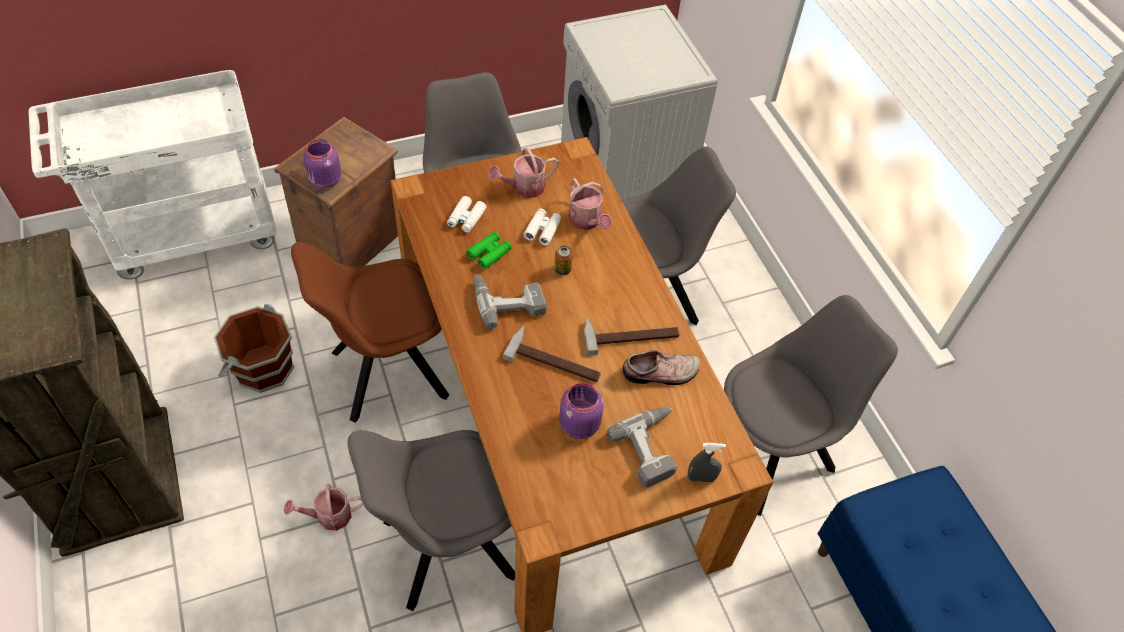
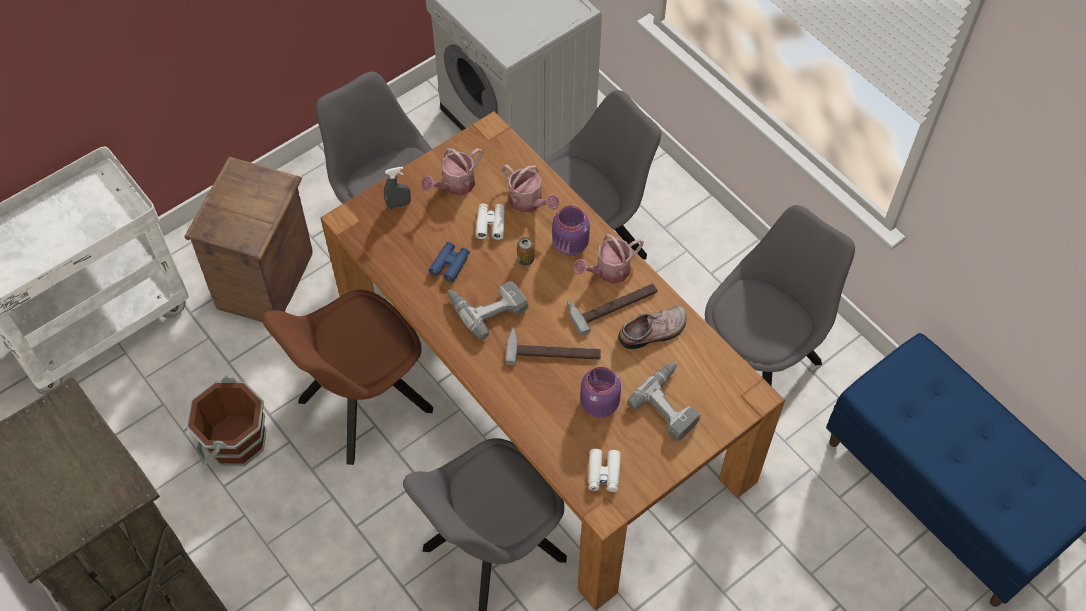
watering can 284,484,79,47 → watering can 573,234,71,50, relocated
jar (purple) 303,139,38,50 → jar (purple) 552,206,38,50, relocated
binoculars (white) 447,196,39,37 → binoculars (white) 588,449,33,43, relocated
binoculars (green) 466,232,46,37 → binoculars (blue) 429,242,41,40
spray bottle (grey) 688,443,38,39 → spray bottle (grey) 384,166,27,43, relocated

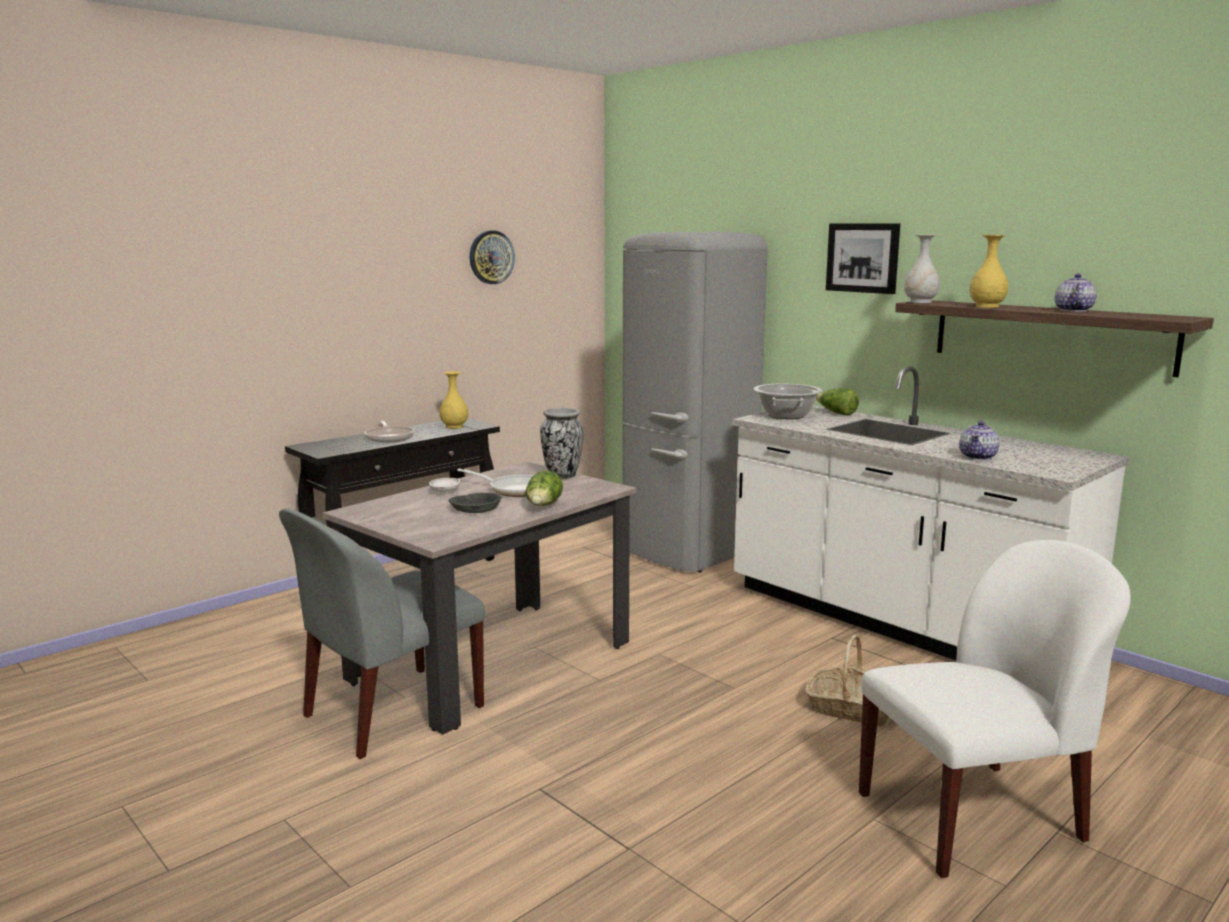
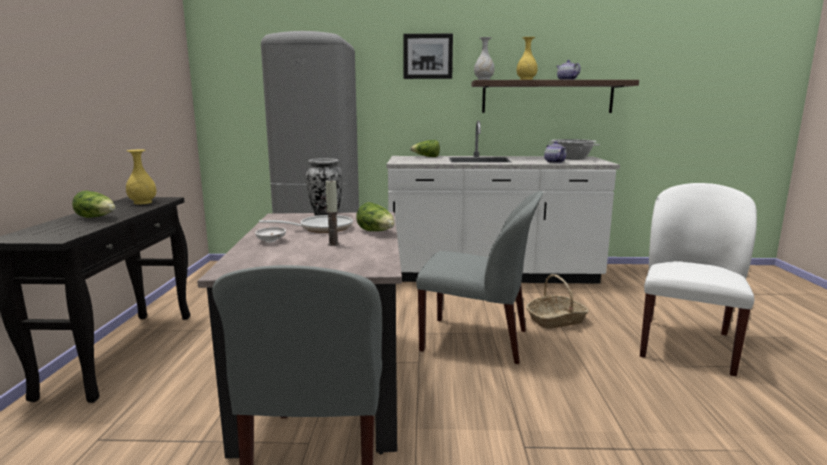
frying pan 365,421,49,22 → lettuce 72,191,43,27
bowl (grey) 448,493,54,20 → candle 326,179,13,67
wall clock 470,230,45,54 → -
cooking pot 753,384,70,35 → cooking pot 548,139,52,20, relocated
- → chair (grey) 416,191,127,173

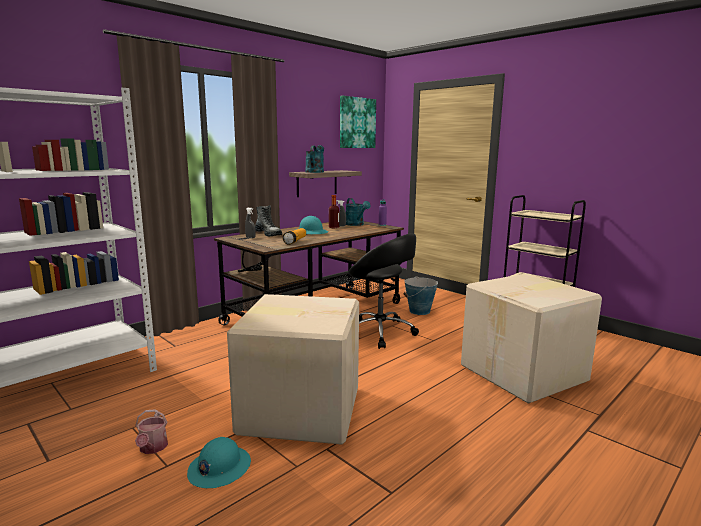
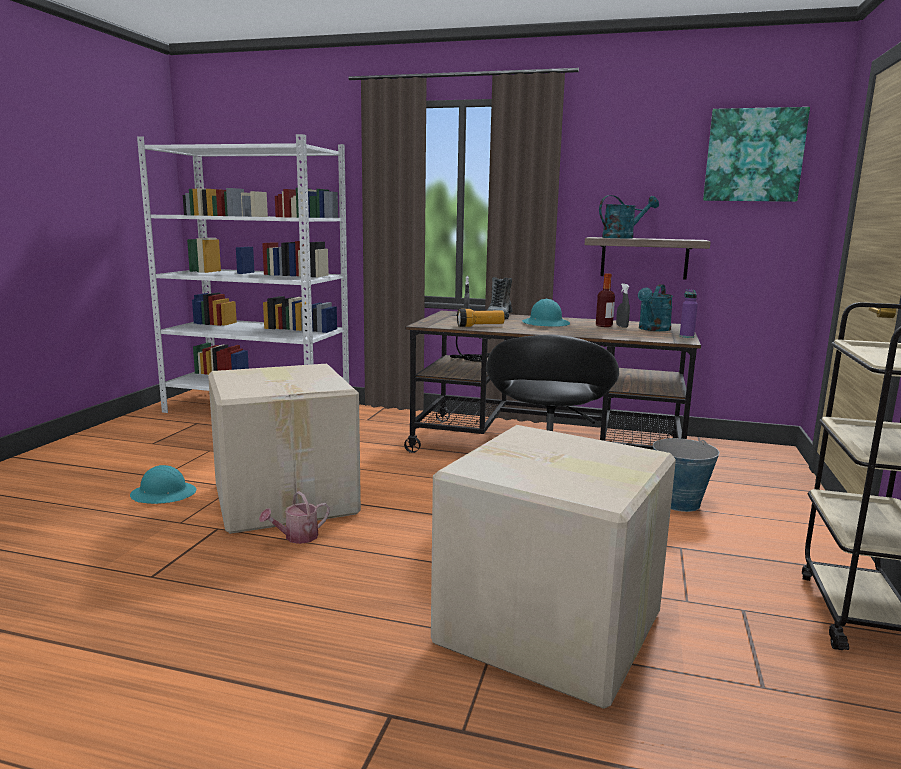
watering can 135,410,33,44 → watering can 259,491,71,53, relocated

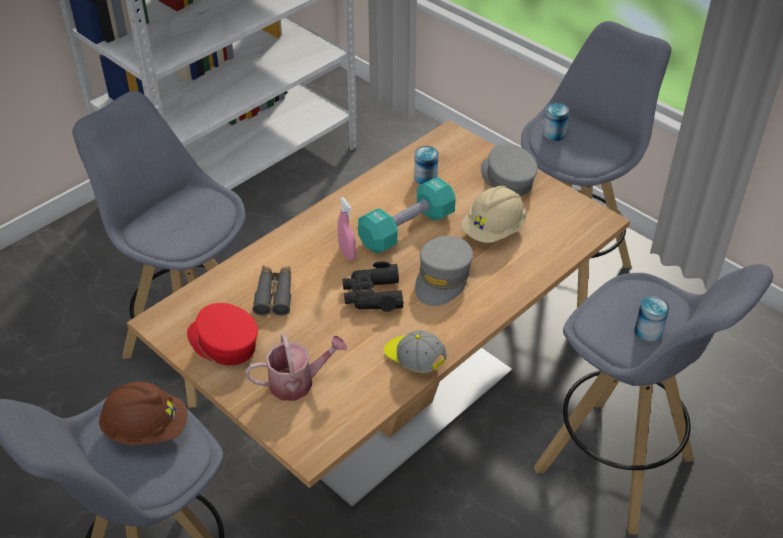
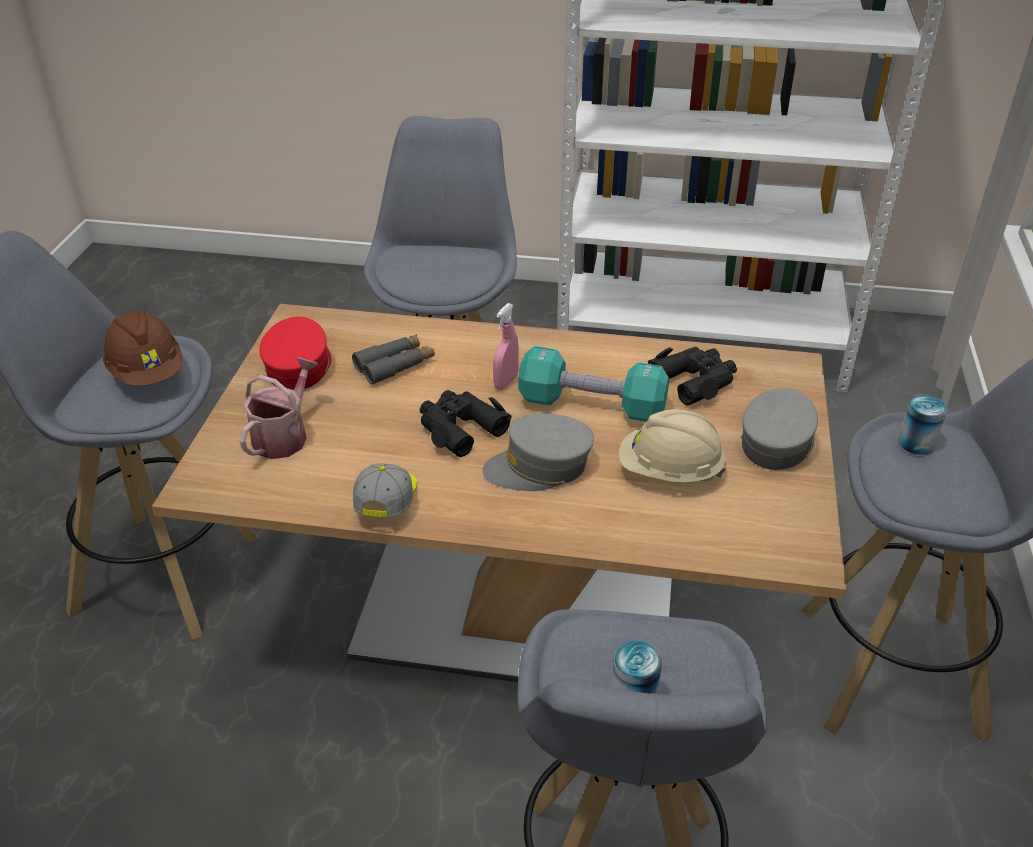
watering can 245,333,102,68 → watering can 240,357,79,102, 105 degrees counterclockwise
can 414,146,24,39 → binoculars (black) 648,347,89,59

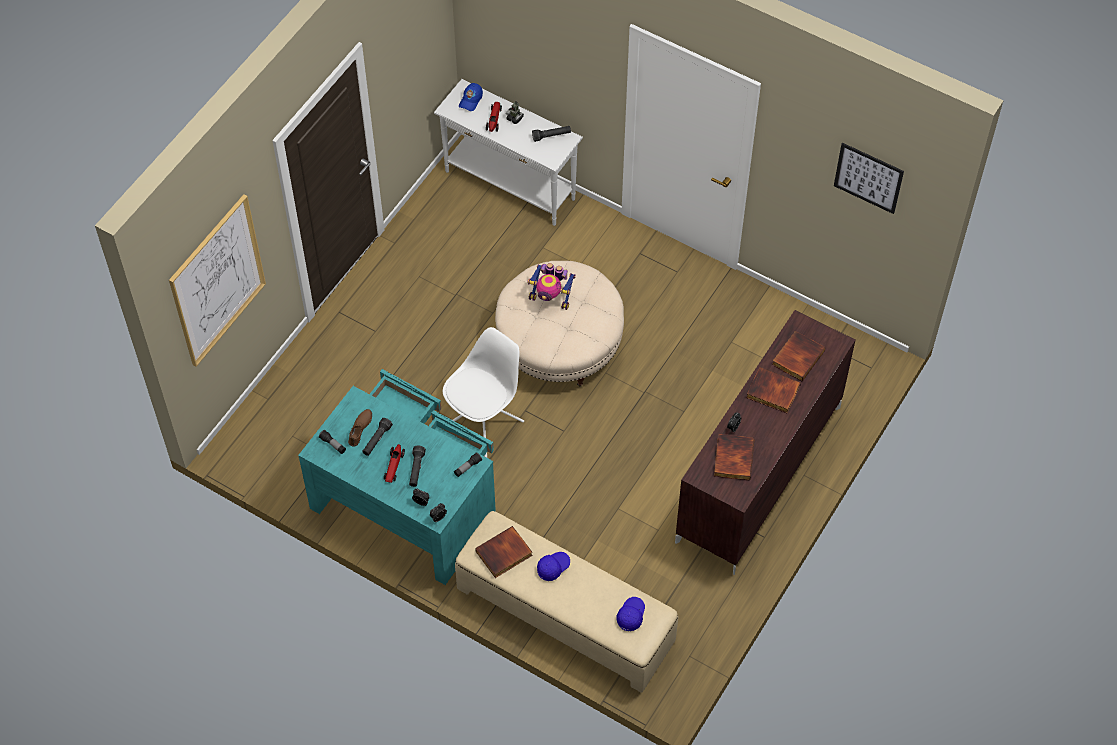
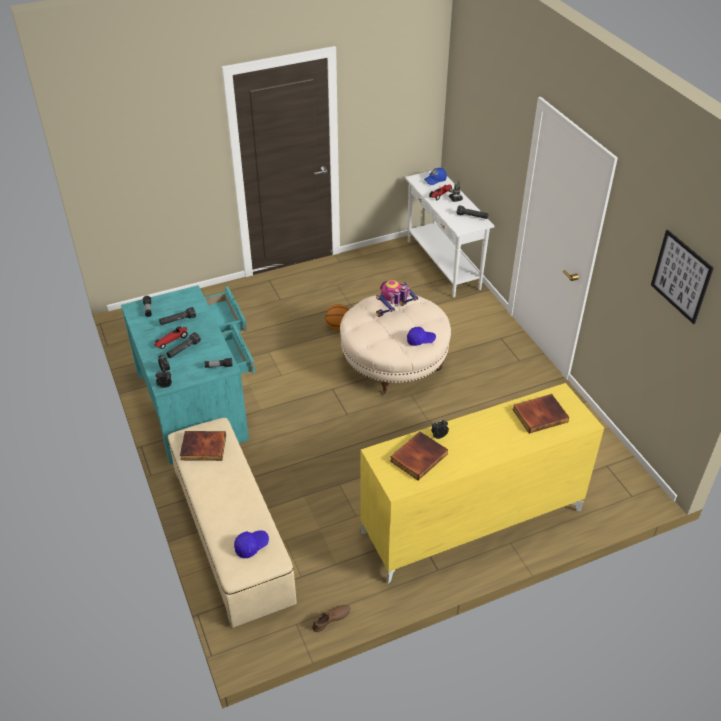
picture 169,194,97,173 → -
shoe (brown) 348,409,24,38 → shoe (brown) 312,605,38,27, relocated
chair (white) 443,327,81,131 → -
toy robot 527,263,49,47 → toy robot 376,280,42,37, 90 degrees clockwise
cap (blue) 537,552,33,29 → cap (blue) 407,327,29,19, relocated
dresser (brown) 675,310,180,265 → dresser (yellow) 361,383,243,201
book 746,367,55,47 → -
- → basketball 325,304,24,27

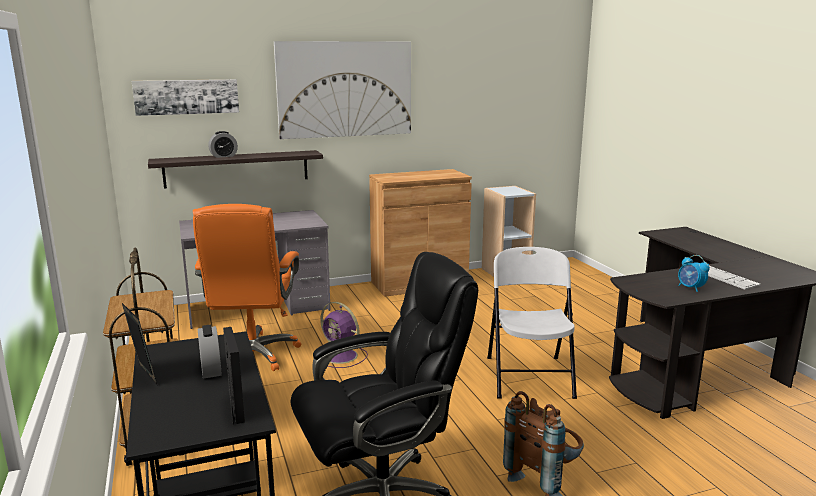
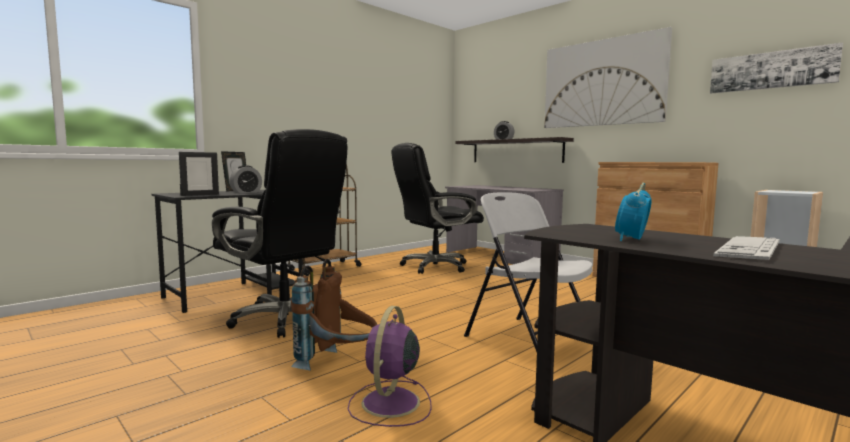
picture 132,79,107,37 → picture 710,42,133,51, relocated
office chair (orange) 193,204,109,167 → office chair (black) 391,143,93,131
fan (purple) 320,302,48,66 → fan (purple) 348,306,84,121, relocated
chair (white) 487,247,90,152 → chair (white) 464,192,129,160, 105 degrees counterclockwise

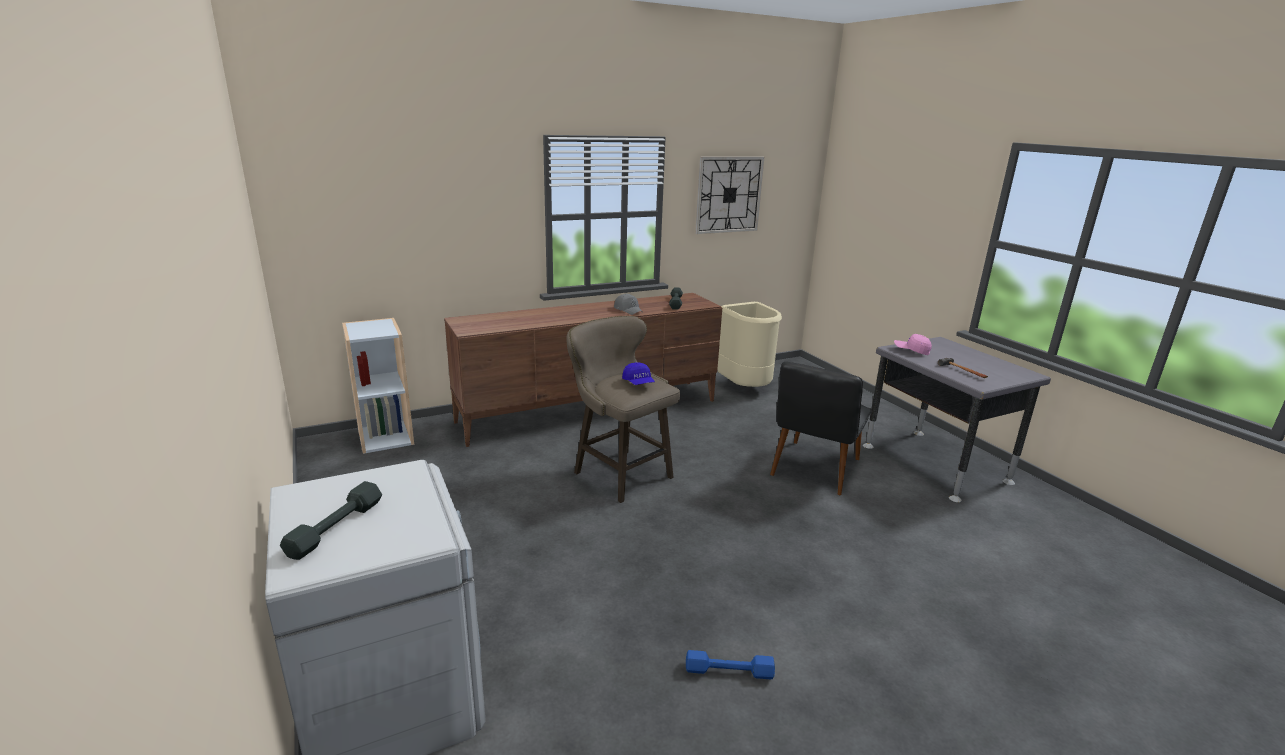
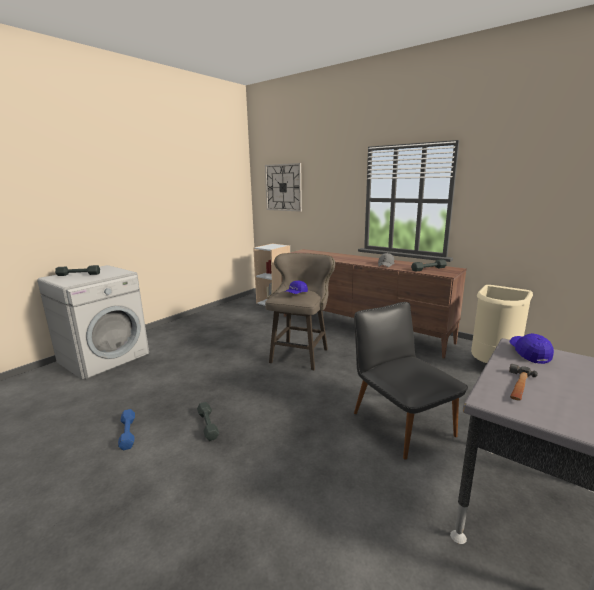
wall clock 695,157,69,77 → wall clock 265,163,37,49, relocated
chair (black) 770,362,102,133 → chair (black) 354,302,114,158, 60 degrees clockwise
cap (pink) 894,334,38,21 → cap (blue) 509,333,45,31
- → dumbbell (grey) 197,402,22,39

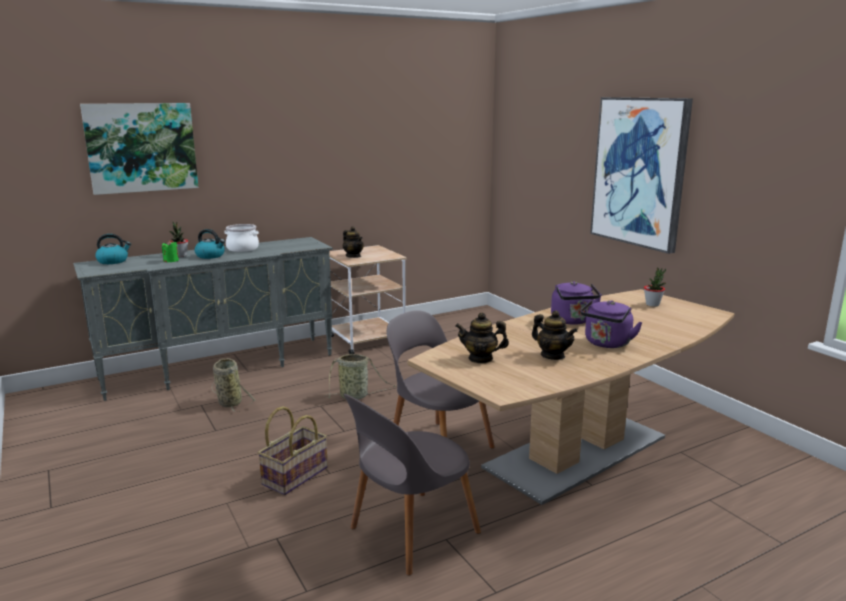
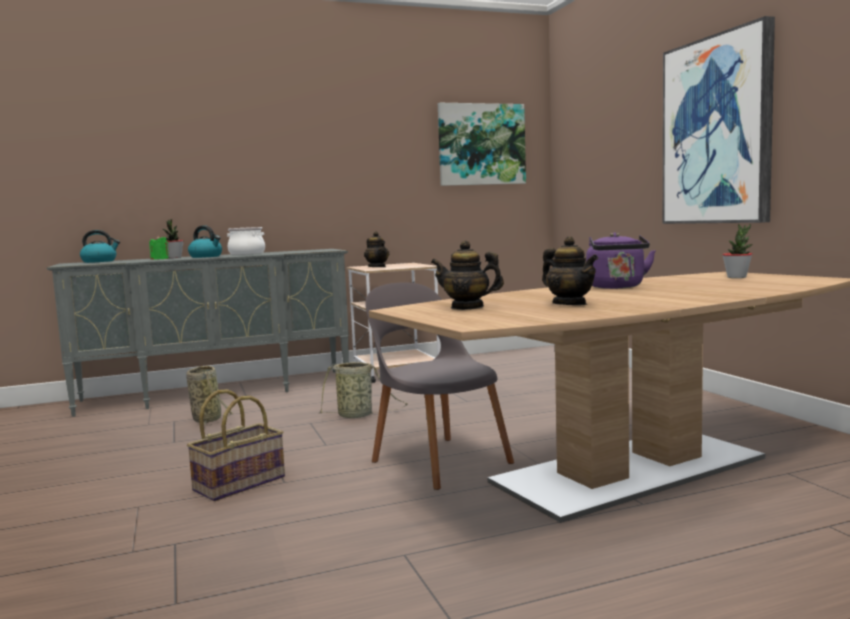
picture 80,103,118,92 → picture 438,103,88,83, relocated
chair (grey) 344,394,137,181 → -
kettle (purple) 580,300,63,48 → -

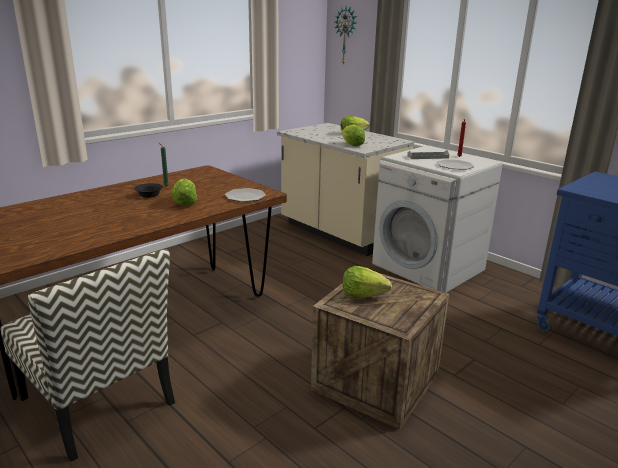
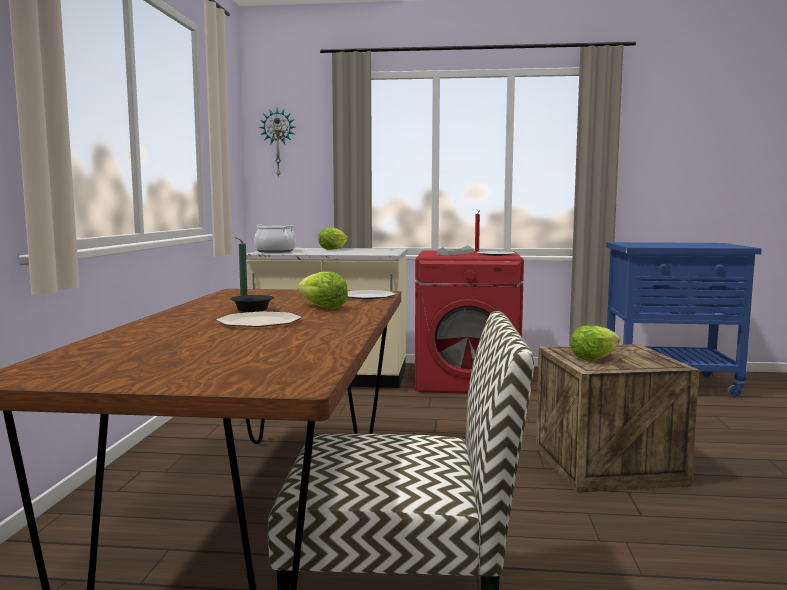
lettuce 342,124,23,22 → -
washing machine (white) 372,146,131,147 → washing machine (red) 415,251,109,143
- → plate 217,311,84,16
- → cooking pot 254,225,42,28

